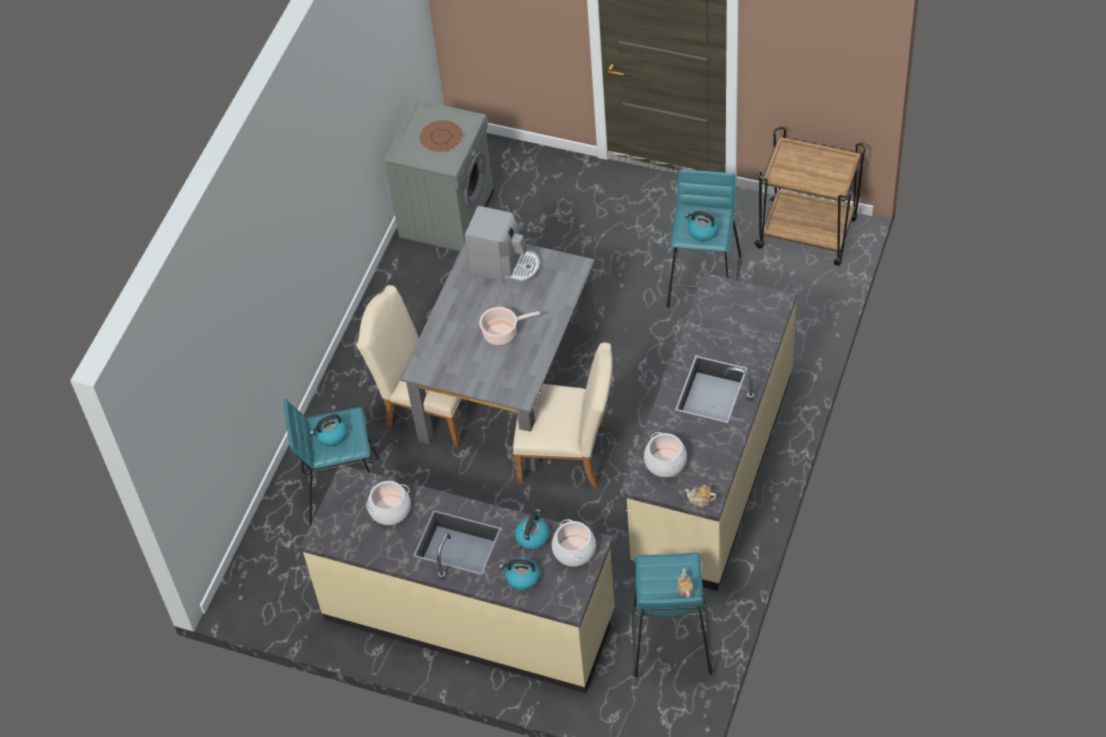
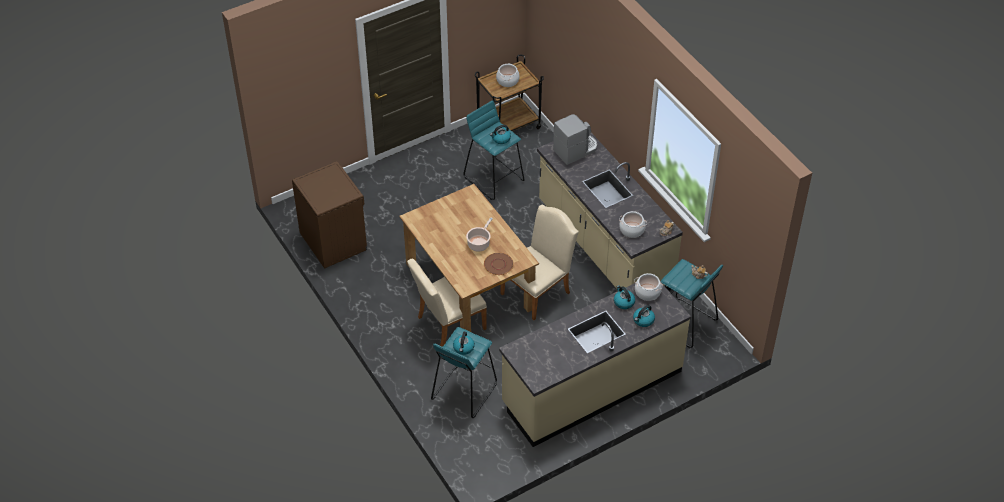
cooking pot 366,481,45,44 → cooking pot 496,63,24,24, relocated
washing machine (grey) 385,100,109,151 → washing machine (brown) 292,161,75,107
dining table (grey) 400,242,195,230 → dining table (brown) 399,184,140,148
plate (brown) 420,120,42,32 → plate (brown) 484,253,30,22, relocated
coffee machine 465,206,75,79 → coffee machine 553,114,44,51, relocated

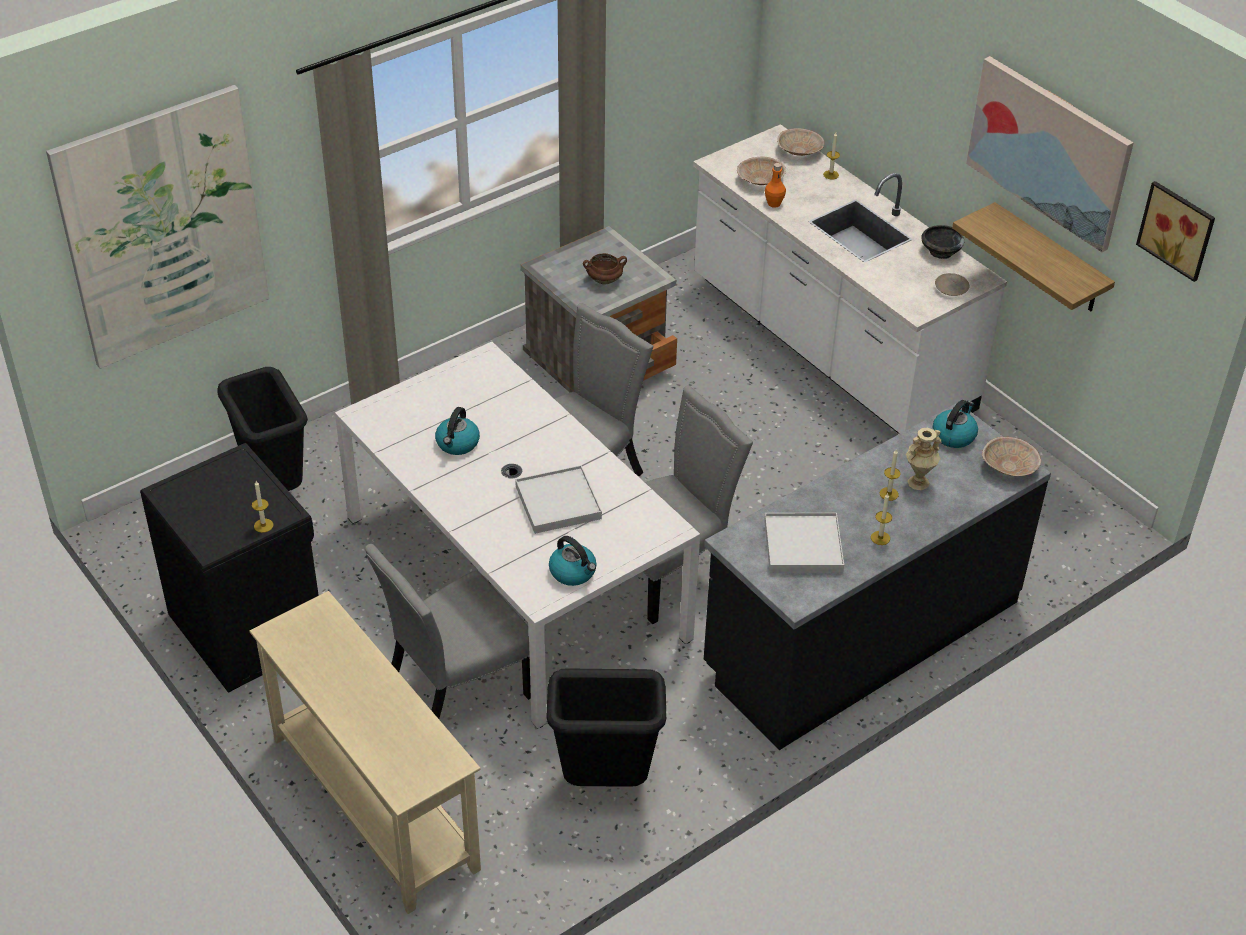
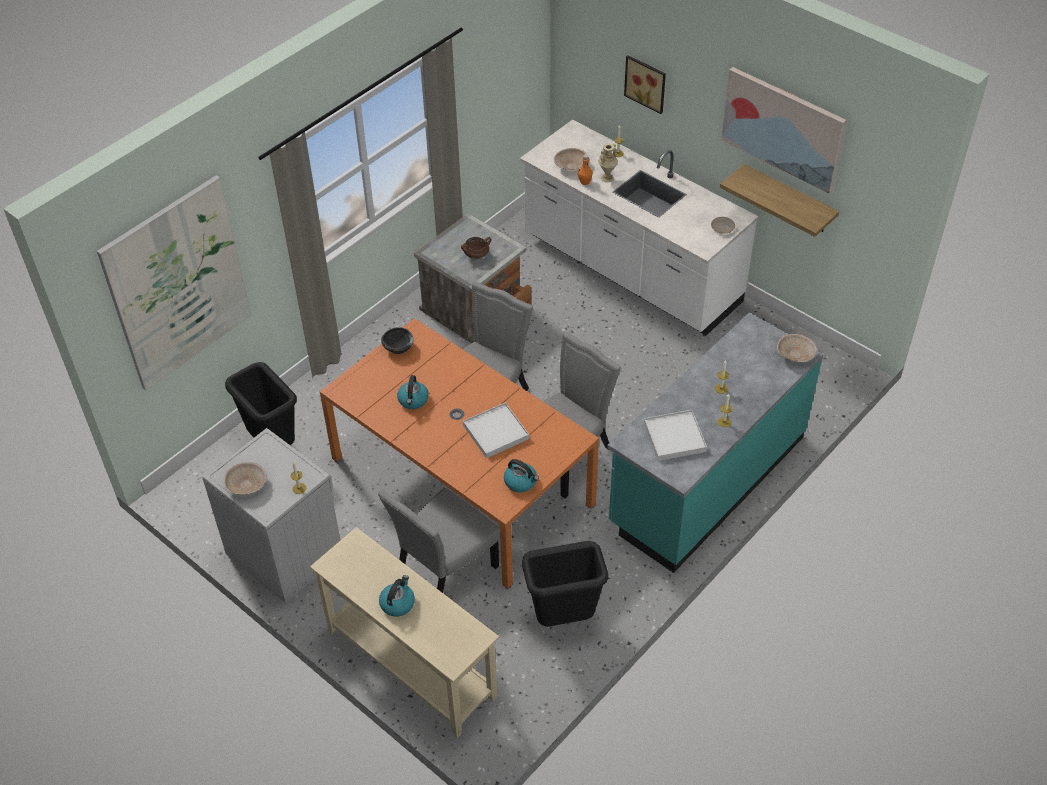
washing machine (black) 140,443,179,249 → washing machine (white) 203,428,138,175
dining table (white) 335,342,365,387 → dining table (orange) 320,318,279,271
counter (black) 704,402,347,348 → counter (turquoise) 607,313,216,260
bowl (beige) 777,128,48,28 → bowl (beige) 224,462,43,32, relocated
vase (beige) 906,428,36,62 → vase (beige) 598,143,20,39, relocated
bowl (black) 922,225,42,34 → bowl (black) 381,327,33,27, relocated
kettle 933,400,45,48 → kettle 379,575,36,42, relocated
picture 1136,181,79,101 → picture 624,55,42,59, relocated

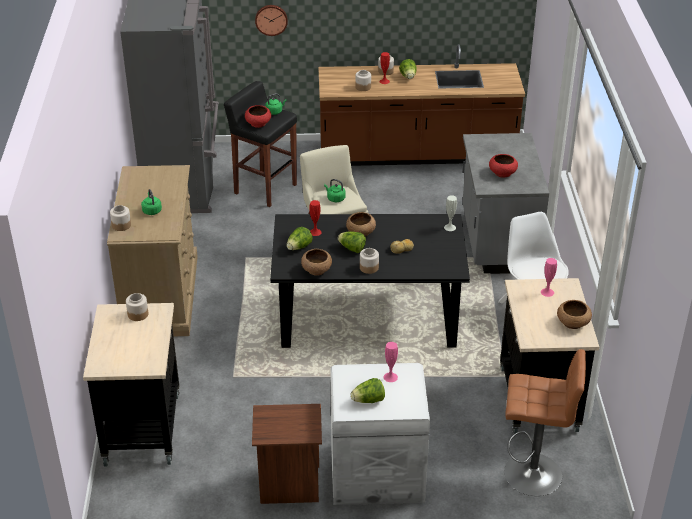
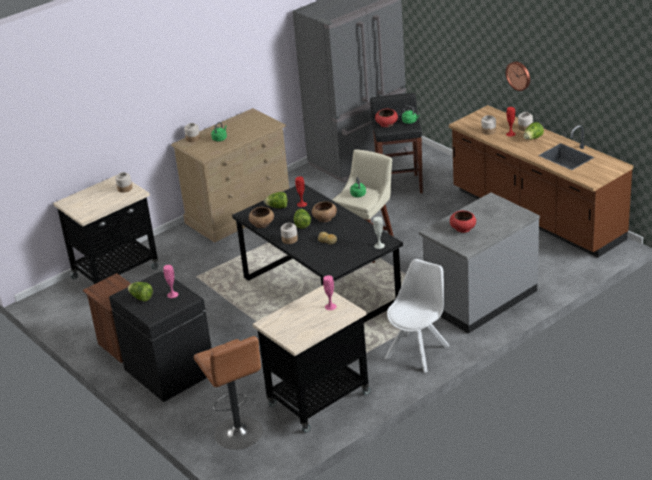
wall clock 255,5,33,31 → wall clock 506,62,24,29, relocated
washing machine (white) 330,363,100,142 → washing machine (black) 109,271,103,131
bowl (brown) 557,300,35,29 → -

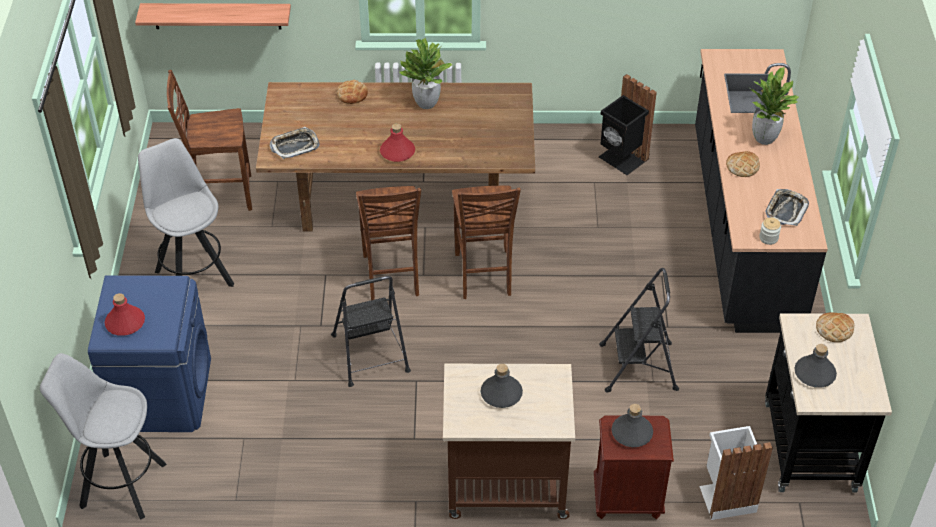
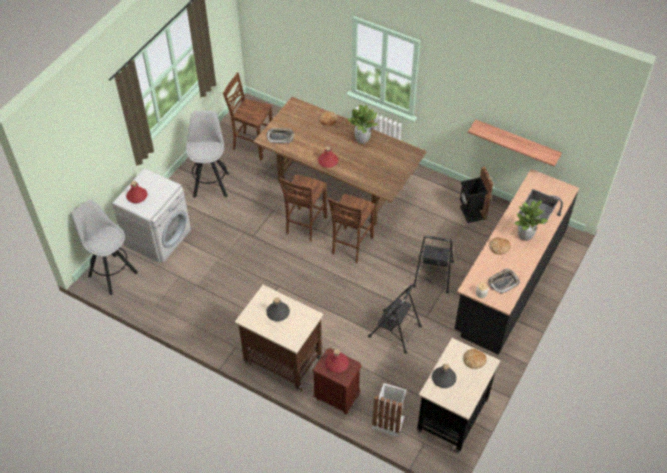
washing machine (blue) 88,275,123,157 → washing machine (white) 112,168,79,95
shelf 135,3,156,26 → shelf 468,120,94,47, relocated
step ladder (black) 331,276,80,111 → step ladder (black) 413,236,41,57, relocated
bottle (grey) 611,404,42,43 → bottle (red) 325,349,24,24

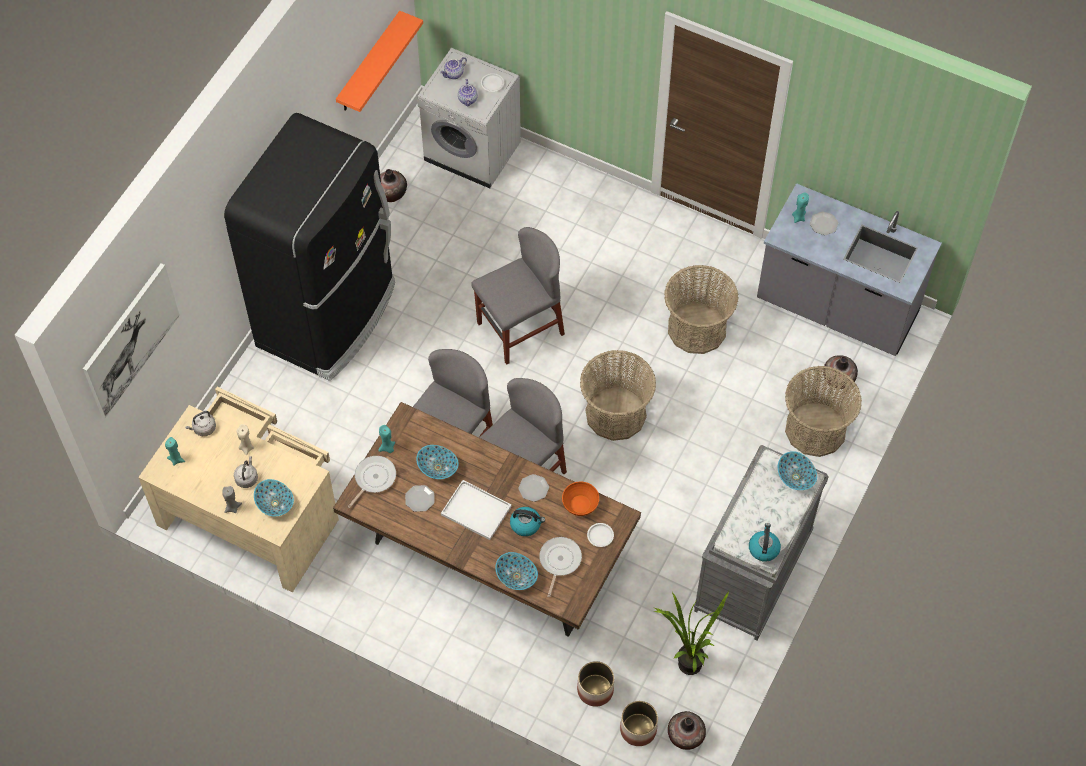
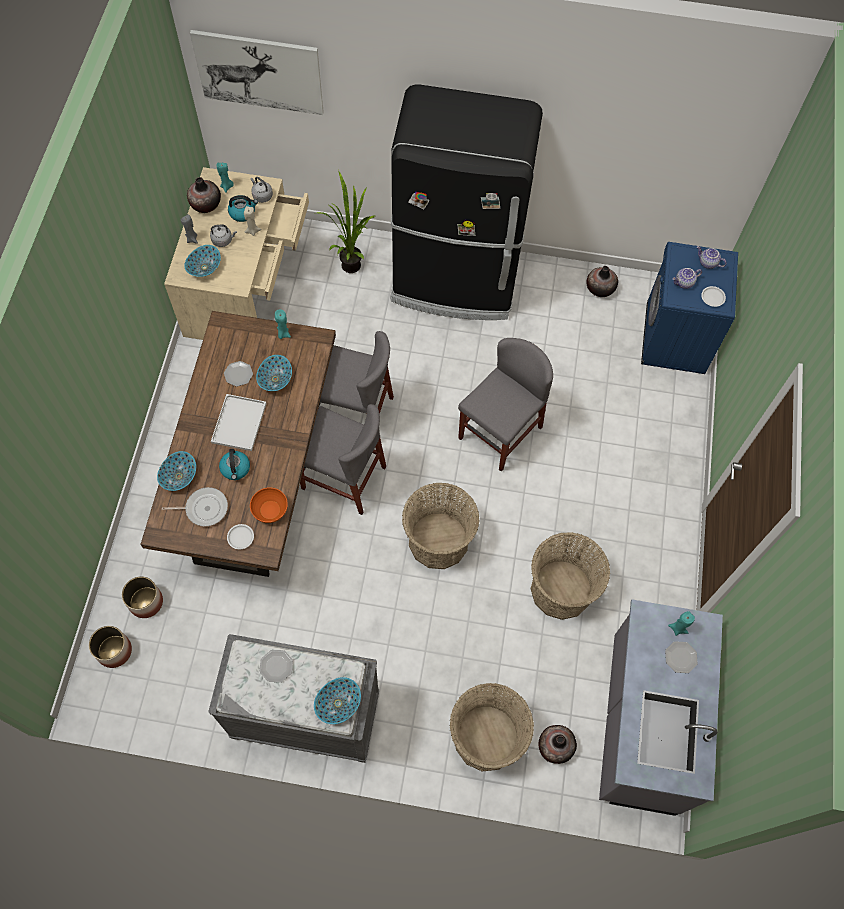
shelf (orange) 336,11,87,101 → -
frying pan 348,456,48,52 → -
washing machine (white) 417,48,104,140 → washing machine (blue) 641,242,97,132
chair (grey) 471,227,94,138 → chair (grey) 458,338,95,134, 90 degrees counterclockwise
plate 518,474,31,28 → plate 260,650,33,32, relocated
potted plant 654,591,75,84 → potted plant 317,172,58,101, relocated
vase 668,711,38,39 → vase 187,177,34,36, relocated
kettle 749,523,32,39 → kettle 228,195,30,27, relocated

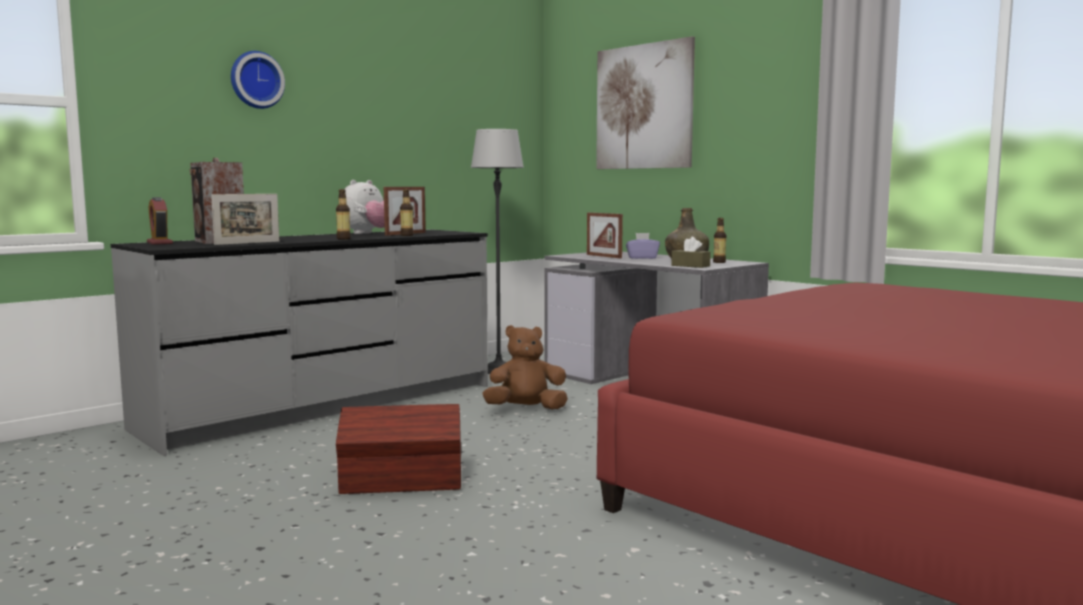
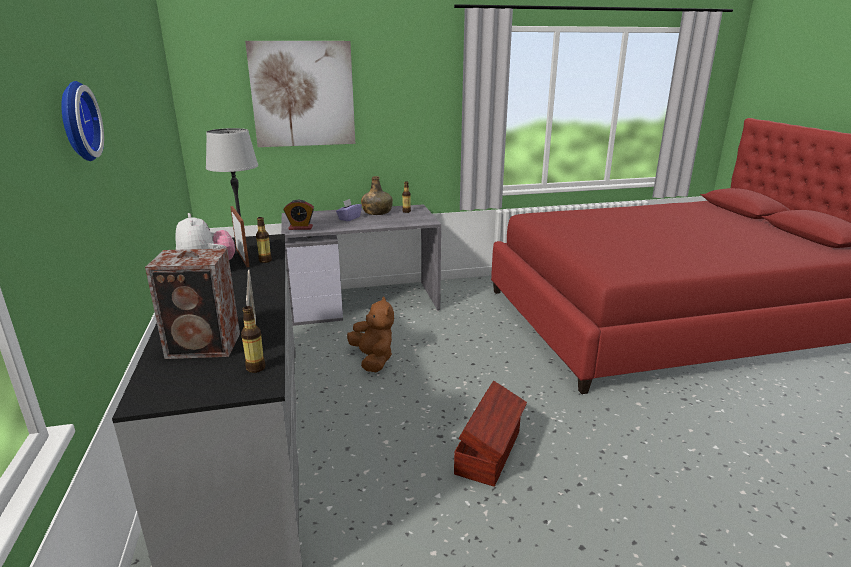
alarm clock 147,197,26,48 → alarm clock 284,200,30,30, relocated
bottle 336,189,15,50 → bottle 241,306,24,67, relocated
plush toy (brown) 482,325,86,85 → plush toy (brown) 347,297,47,76, 135 degrees clockwise
picture frame 587,213,36,45 → -
tissue box (brown) 671,237,40,31 → -

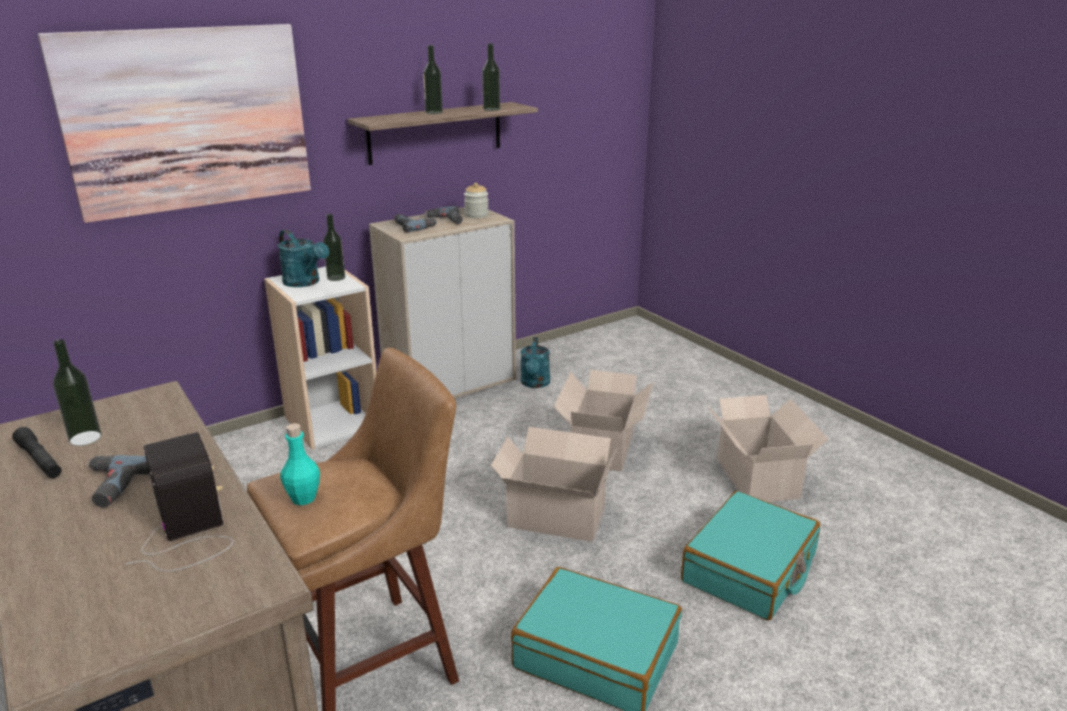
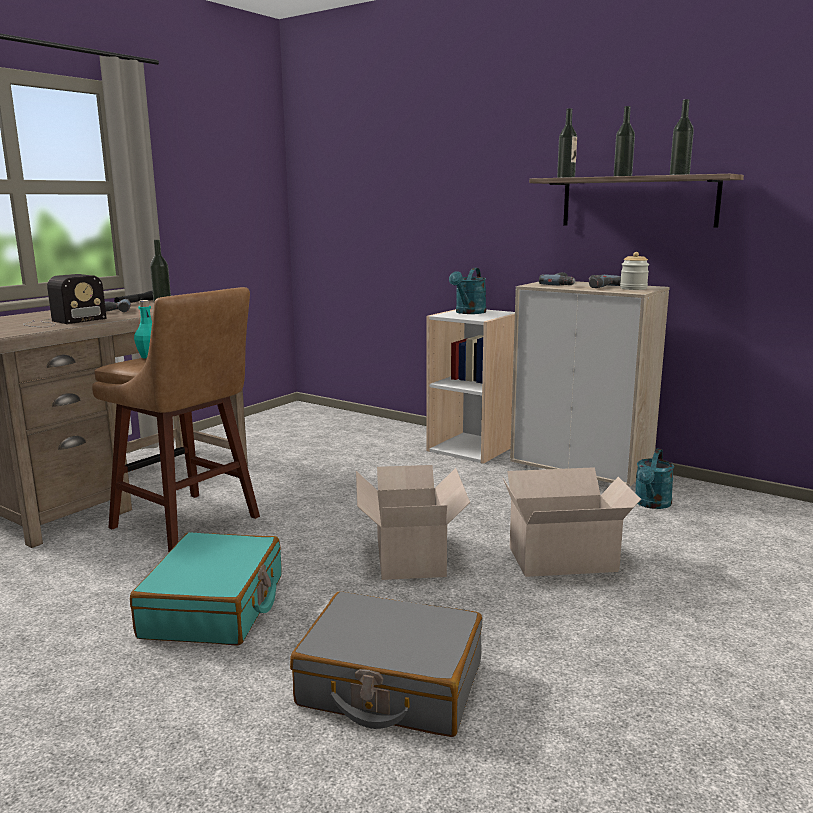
picture 38,24,273,199 → -
bottle 323,214,22,67 → bottle 557,108,20,70, relocated
watering can (turquoise) 520,337,30,51 → watering can (turquoise) 635,449,39,60, 45 degrees counterclockwise
suitcase (turquoise) 681,491,139,129 → suitcase (grey) 290,591,192,146
cardboard box 706,395,123,107 → -

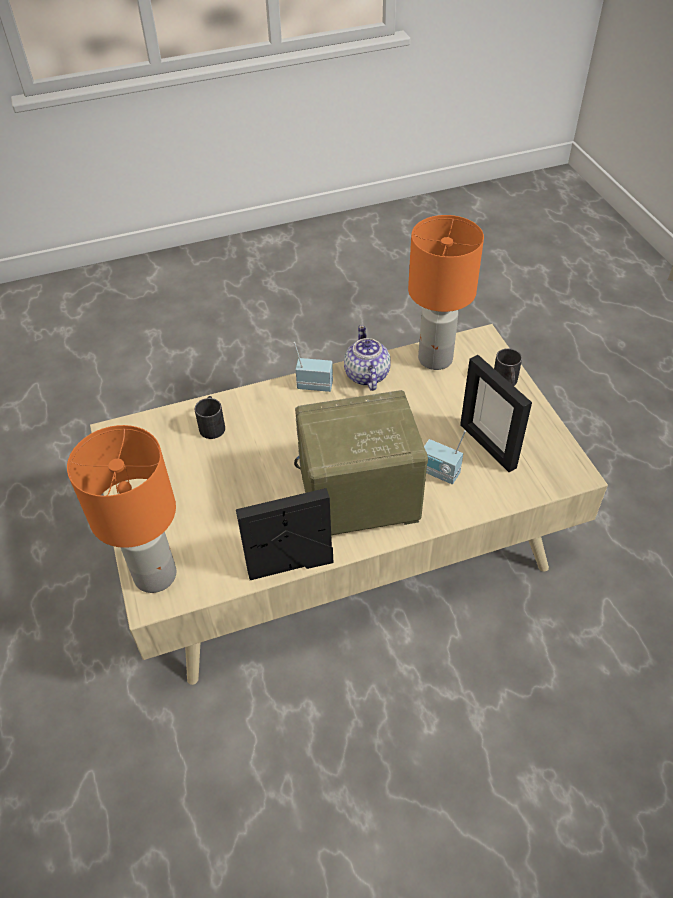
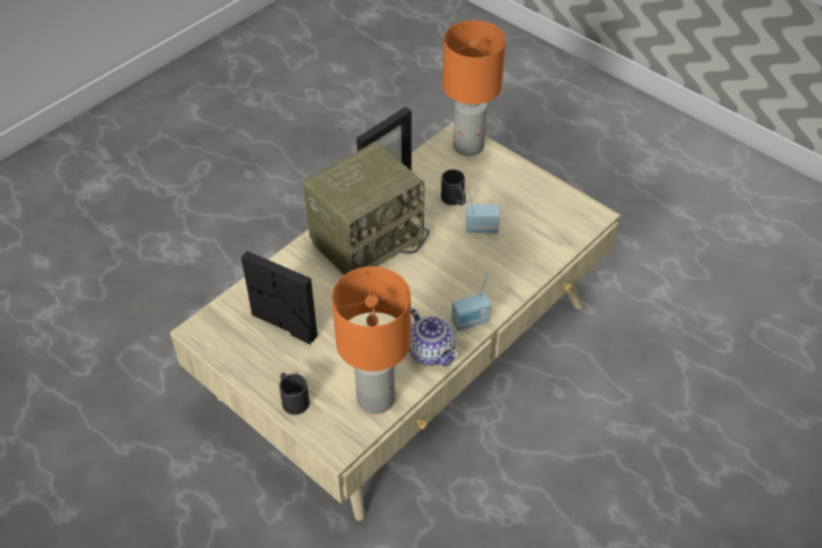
mug (black) 195,396,30,43 → mug (black) 441,169,25,37, relocated
radio 424,430,42,54 → radio 466,190,34,44, relocated

